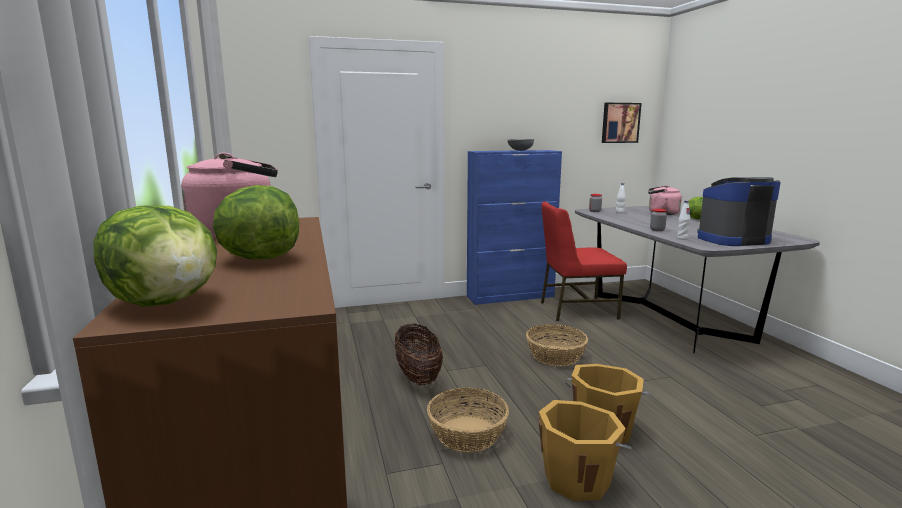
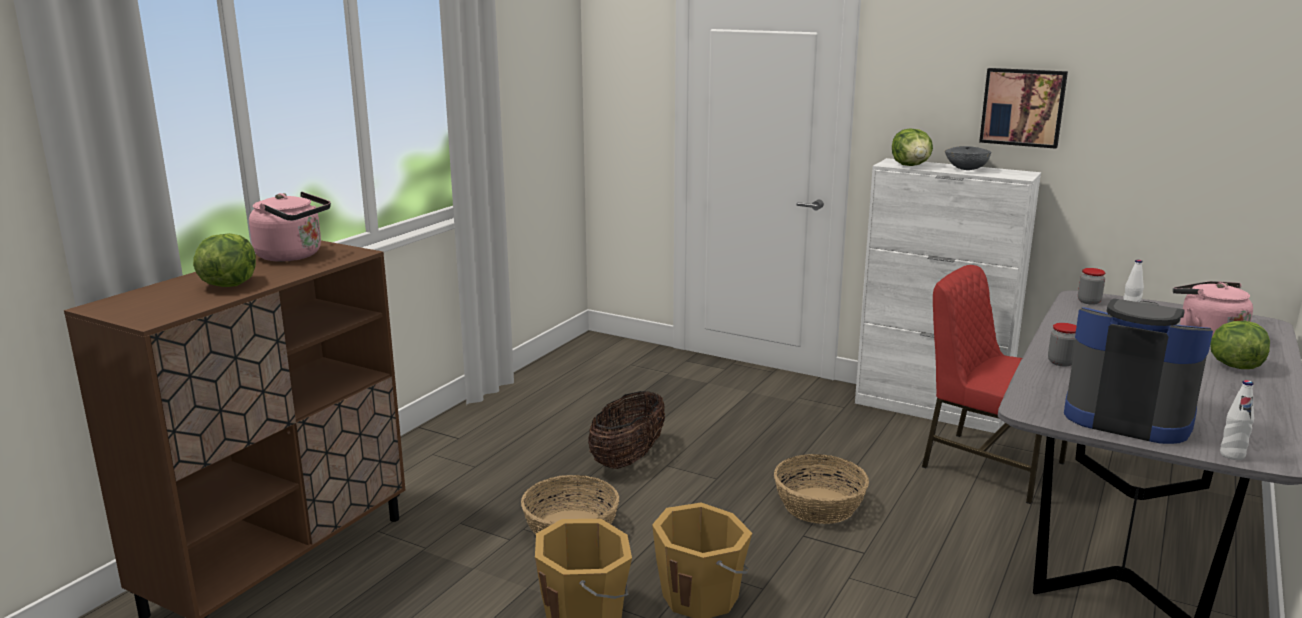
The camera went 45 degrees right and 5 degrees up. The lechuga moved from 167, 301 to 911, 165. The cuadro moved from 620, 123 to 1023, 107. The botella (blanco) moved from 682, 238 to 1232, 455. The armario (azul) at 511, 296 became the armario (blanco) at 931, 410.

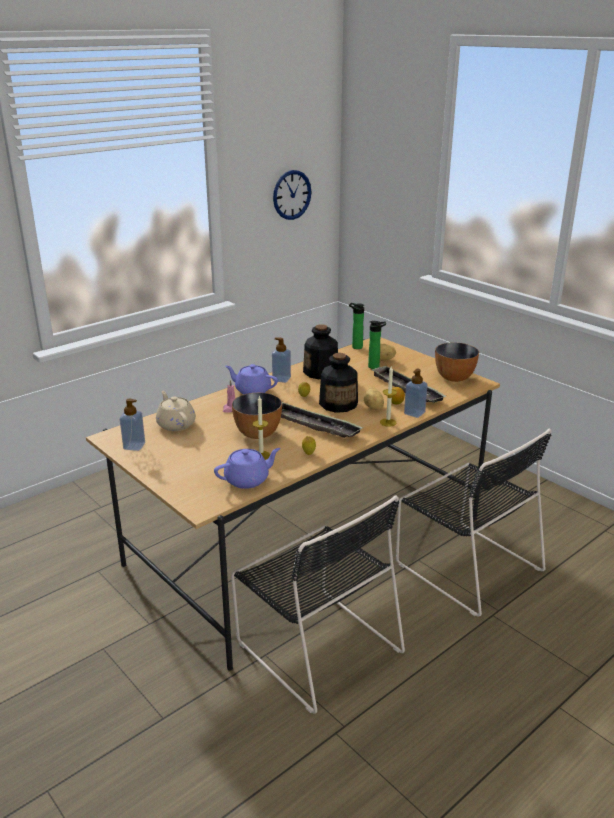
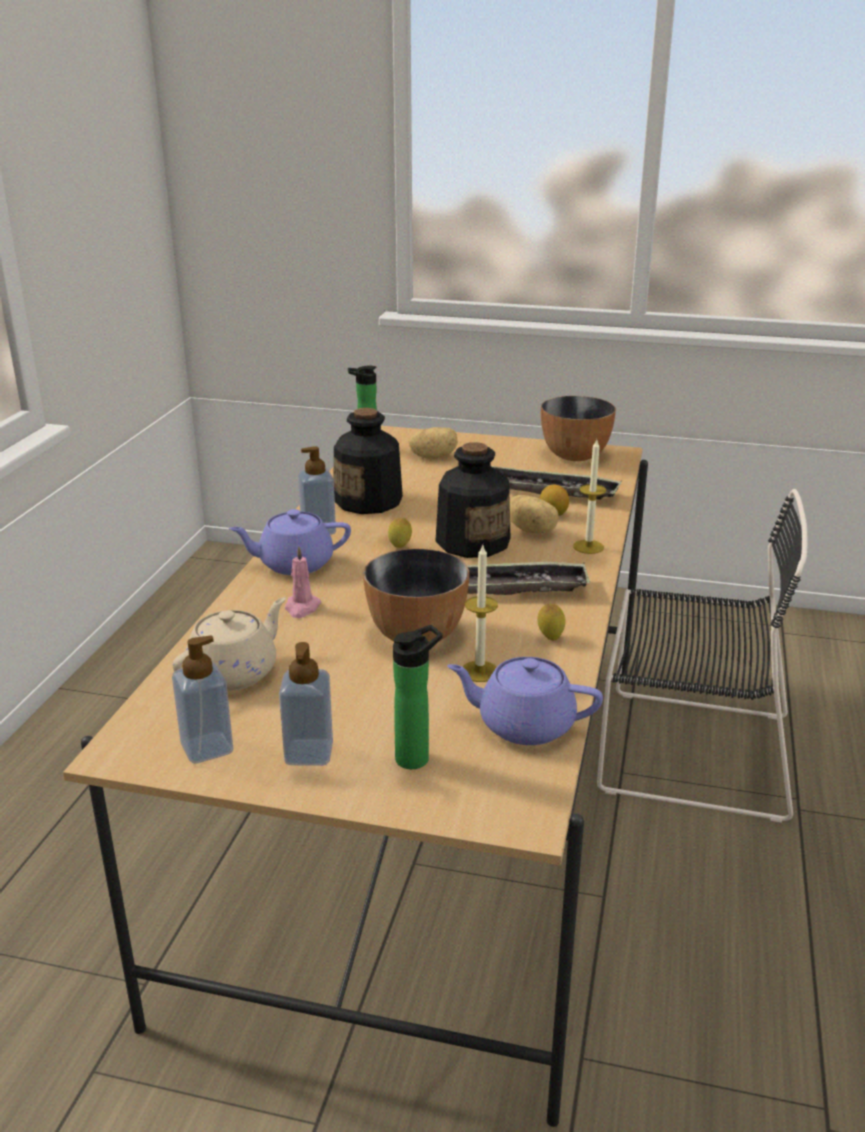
The camera went 35 degrees left and 0 degrees up. The silla (negro) at 316, 644 disappeared. The reloj de pared at 292, 195 disappeared. The botella moved from 375, 367 to 416, 757. The dispensador de jabón moved from 414, 413 to 309, 753. The tetera (beis) at 176, 424 turned 105 degrees clockwise. The tetera (morado) at 248, 480 turned 105 degrees counterclockwise.

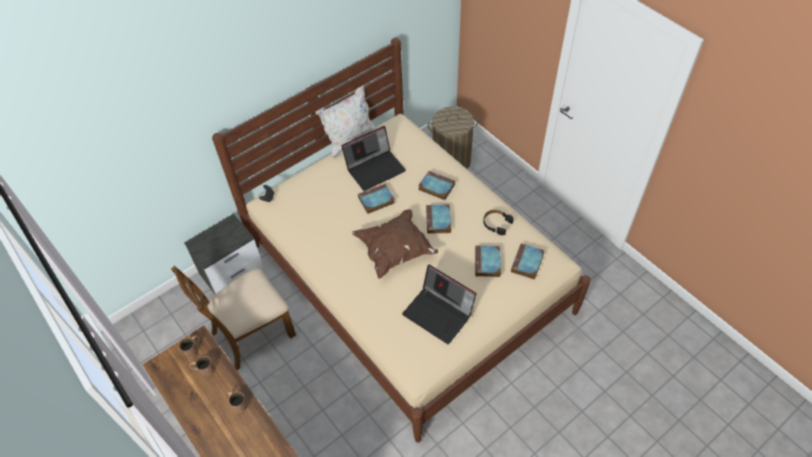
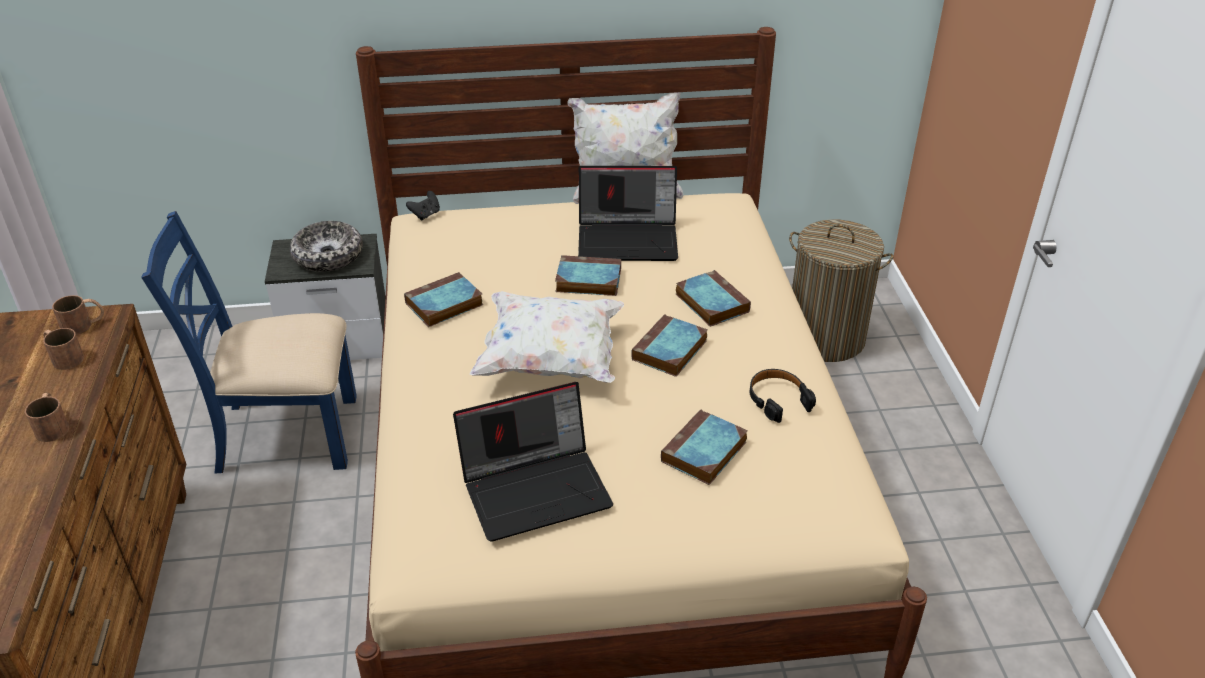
The camera went 30 degrees right and 15 degrees down. The cuenco at 328, 256 appeared. The libro moved from 527, 263 to 443, 305. The silla (marrón) at 251, 333 became the silla (azul) at 285, 434. The cojín (marrón) at 395, 250 became the cojín (blanco) at 551, 360. The portátil at 439, 313 turned 90 degrees counterclockwise.

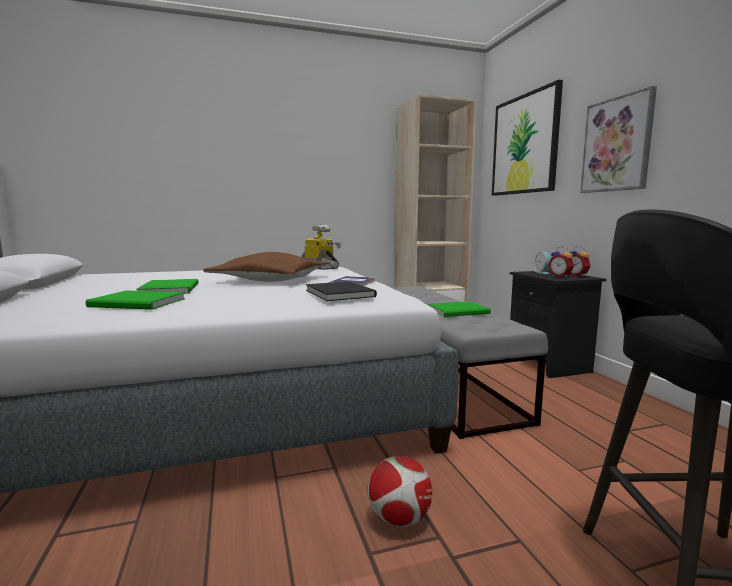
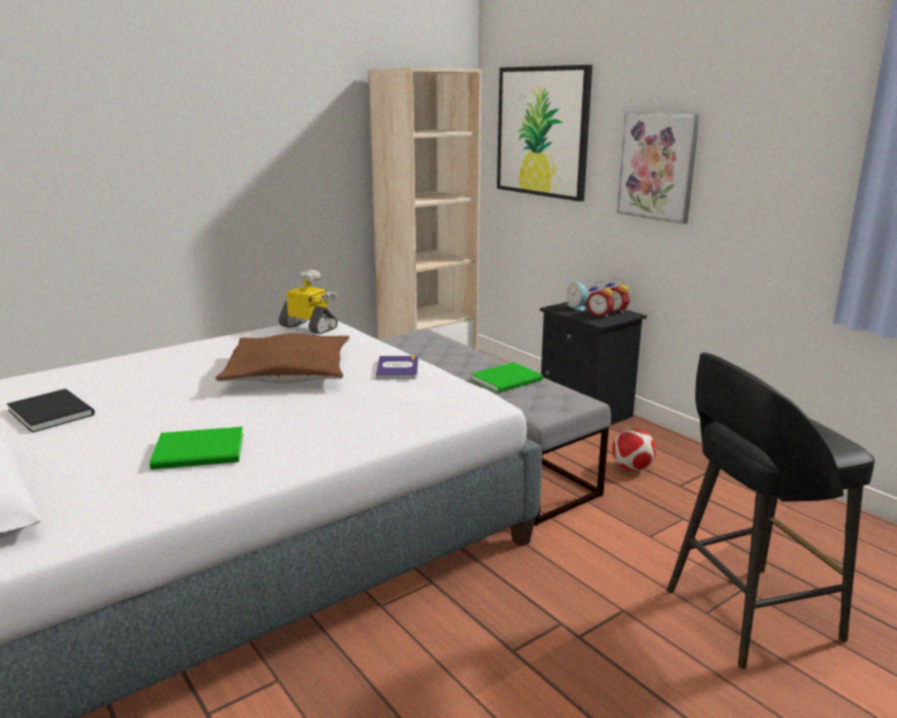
The camera went 20 degrees left and 10 degrees up. The libro (verde) at 172, 289 disappeared. The libro (negro) moved from 340, 293 to 52, 411. The balón de fútbol moved from 399, 519 to 632, 468.

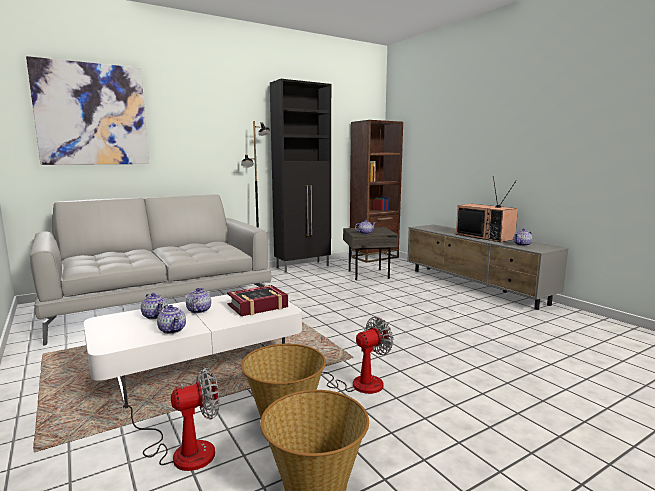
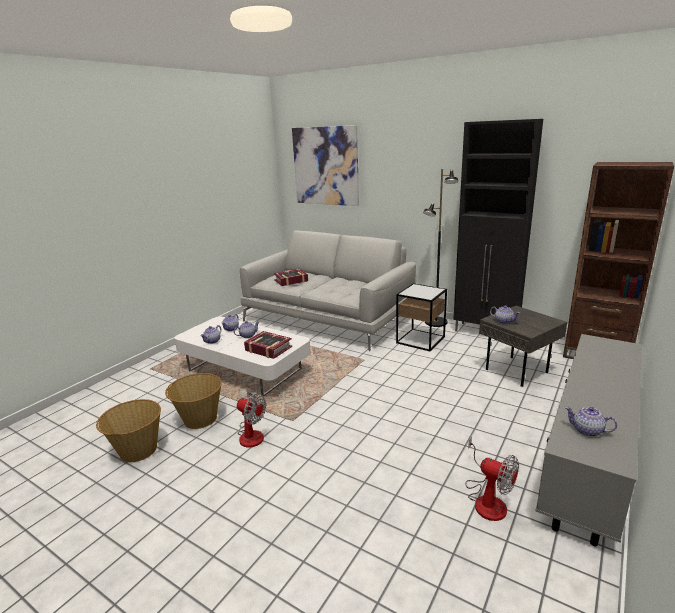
The camera went 65 degrees right and 10 degrees up. The televisor at 485, 237 disappeared. The libro at 291, 281 appeared. The mesa auxiliar at 420, 340 appeared. The ventilador moved from 182, 451 to 487, 499.

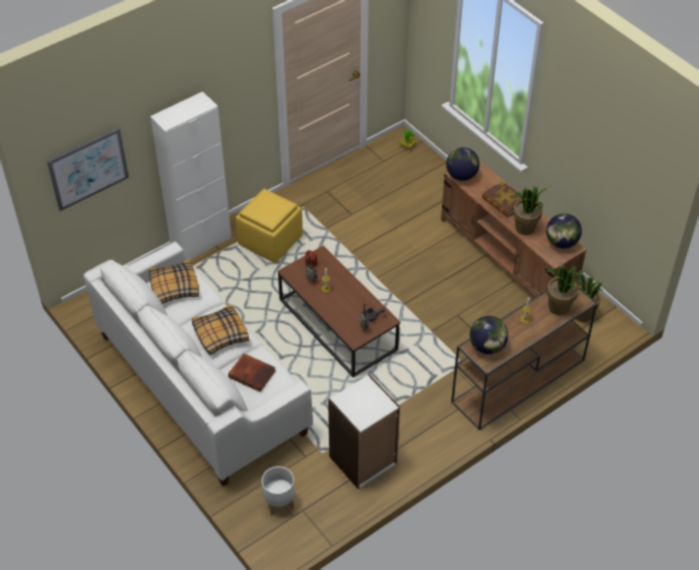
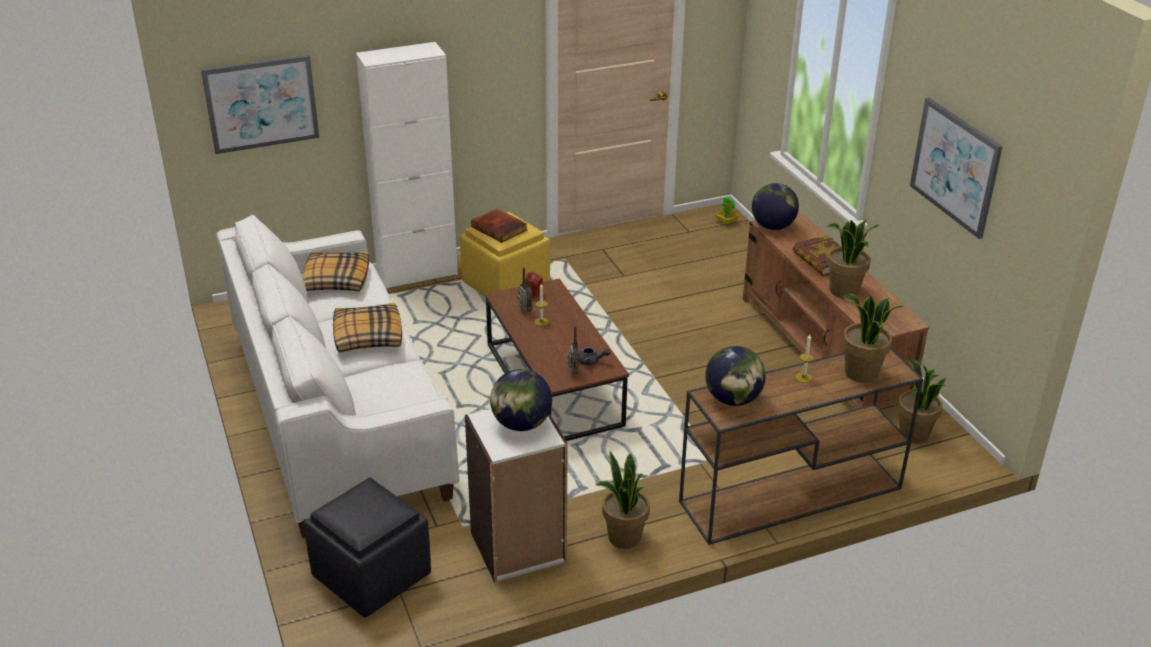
The camera went 15 degrees right and 15 degrees down. The planta en maceta at 623, 537 appeared. The cuadro at 955, 167 appeared. The libro moved from 252, 373 to 500, 228. The globo terráqueo moved from 561, 242 to 521, 424. The maceta (blanco) at 279, 503 was replaced by the puf (negro) at 370, 575.

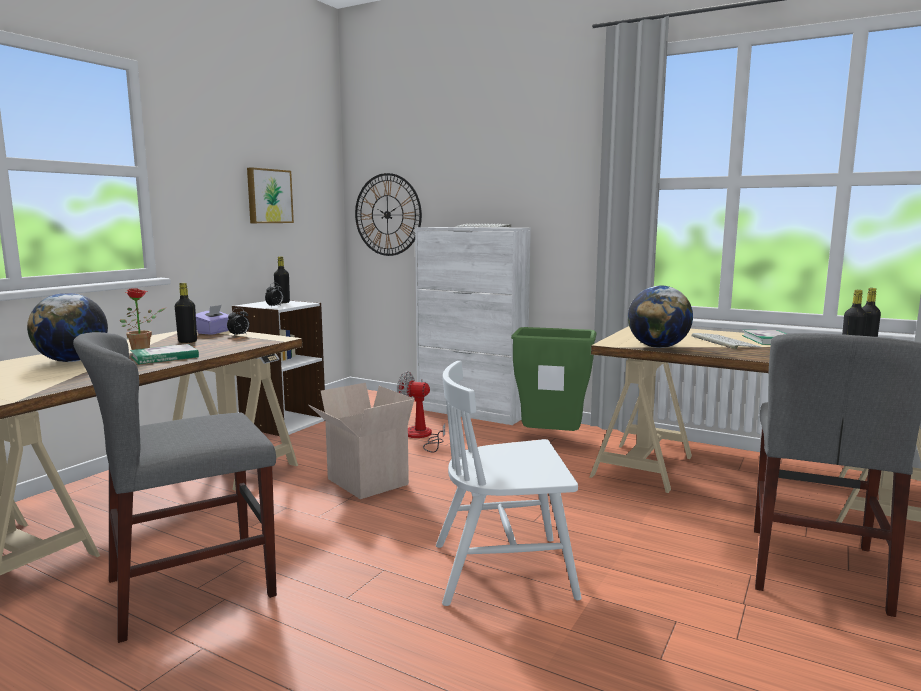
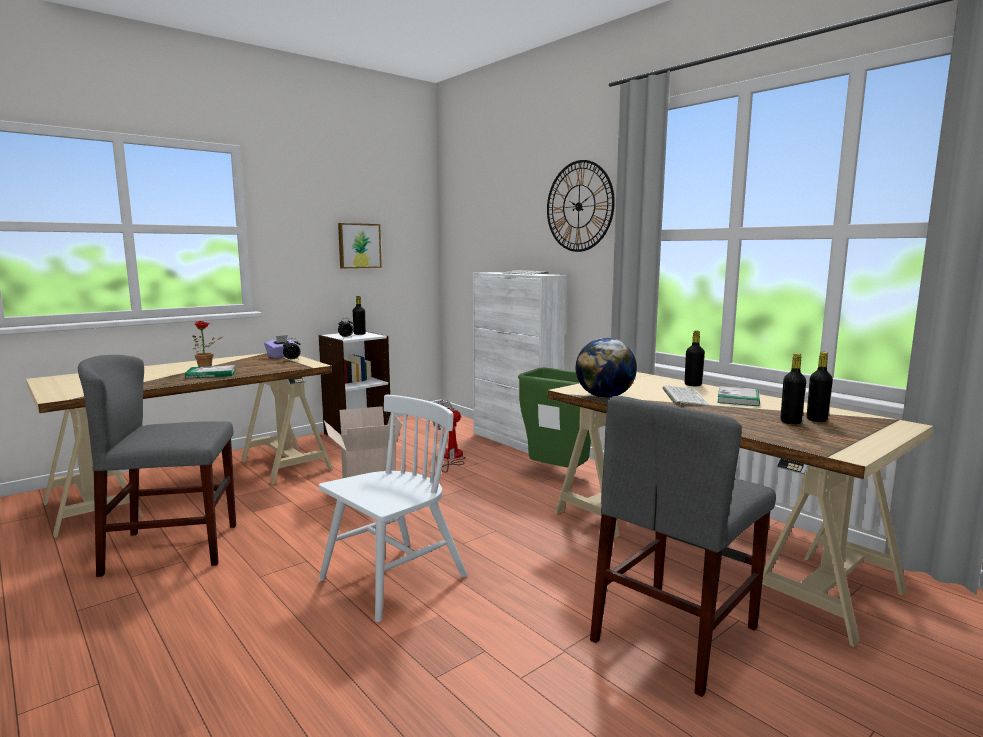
The camera went 20 degrees right and 0 degrees up. The globo terráqueo at 72, 361 disappeared. The botella (negro) moved from 187, 342 to 693, 385. The reloj de pared moved from 387, 214 to 579, 206. The silla (blanco) at 504, 570 turned 120 degrees clockwise.

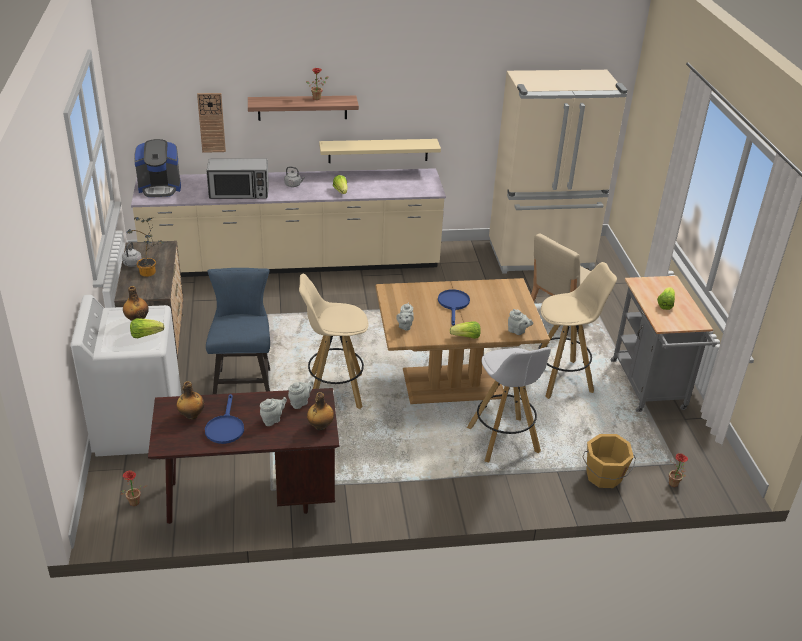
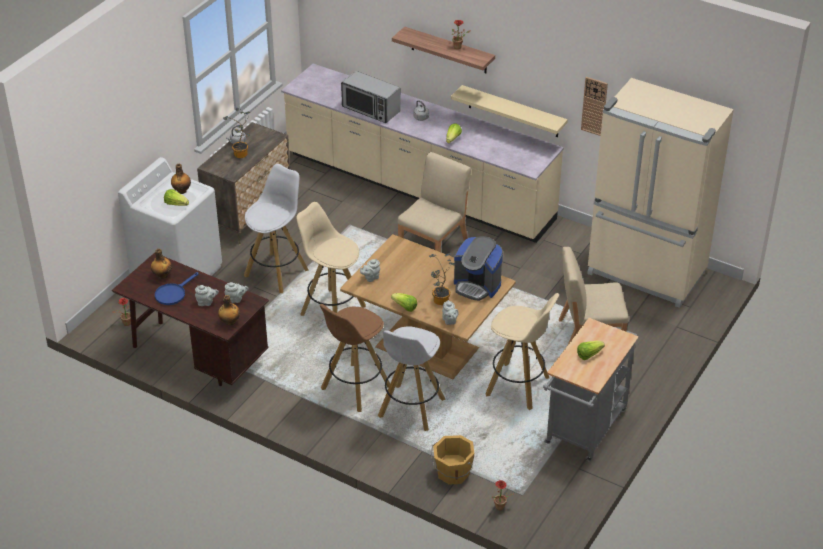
The camera went 40 degrees right and 5 degrees up. The sartén (azul) at 453, 304 disappeared. The taburete (marrón) at 355, 388 appeared. The silla (beis) at 434, 245 appeared. The planta en maceta at 440, 301 appeared. The cafetera moved from 160, 188 to 477, 285. The reloj de pared moved from 211, 122 to 594, 106. The silla (azul) at 243, 382 was replaced by the taburete (blanco) at 277, 272.

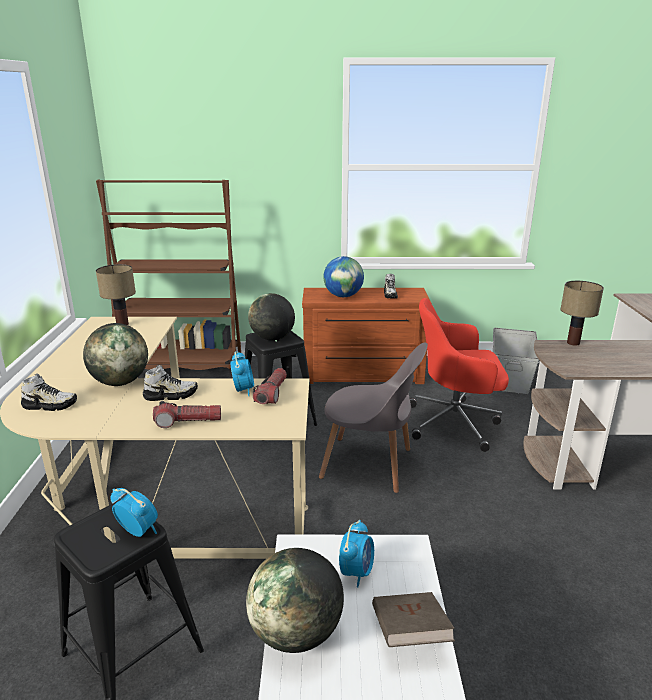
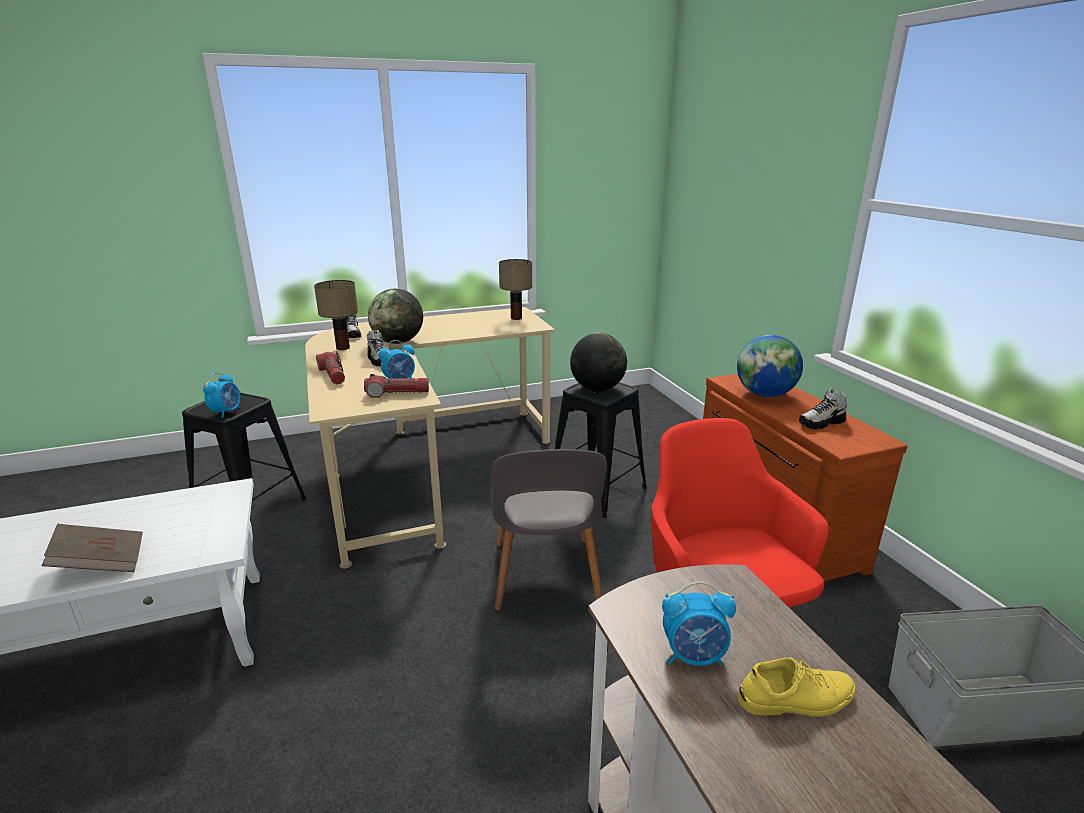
The camera went 70 degrees right and 0 degrees up. The estantería (marrón) at 183, 369 disappeared. The globo terráqueo at 296, 633 disappeared. The zapato (amarillo) at 796, 698 appeared. The despertador moved from 356, 572 to 694, 656. The lámpara de mesa moved from 572, 343 to 342, 348.

